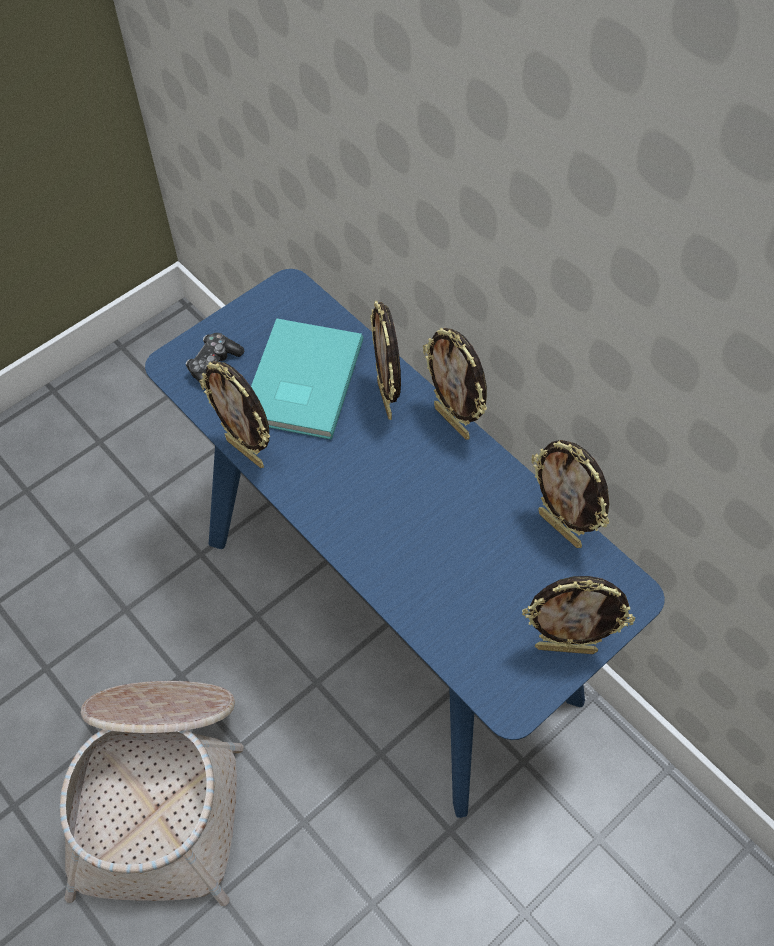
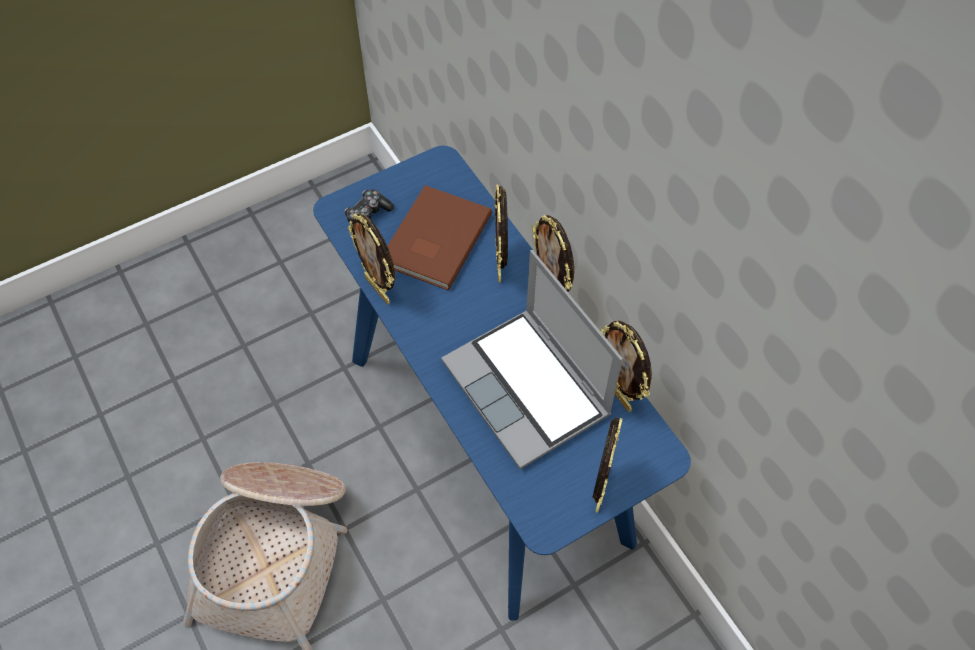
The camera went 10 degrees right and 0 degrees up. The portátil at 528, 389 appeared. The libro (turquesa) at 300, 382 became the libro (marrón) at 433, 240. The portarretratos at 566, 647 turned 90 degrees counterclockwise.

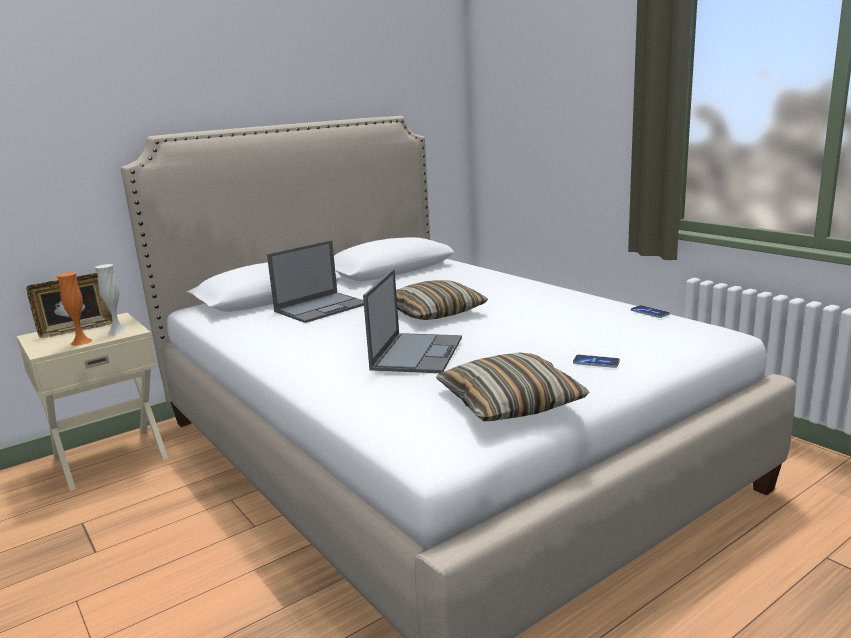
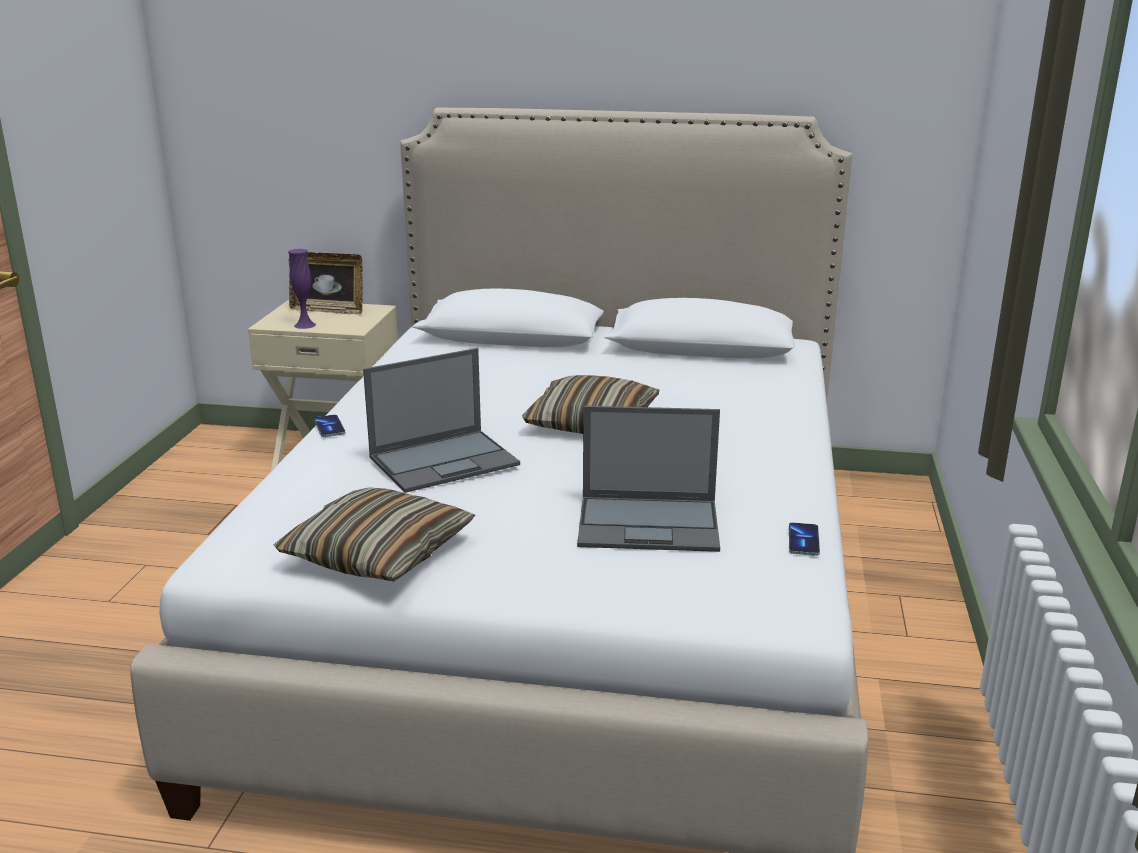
The camera went 45 degrees right and 5 degrees up. The florero (blanco) at 117, 331 disappeared. The portátil moved from 322, 307 to 650, 524. The móvil moved from 596, 363 to 329, 427. The florero (naranja) at 81, 342 became the florero (morado) at 305, 325.

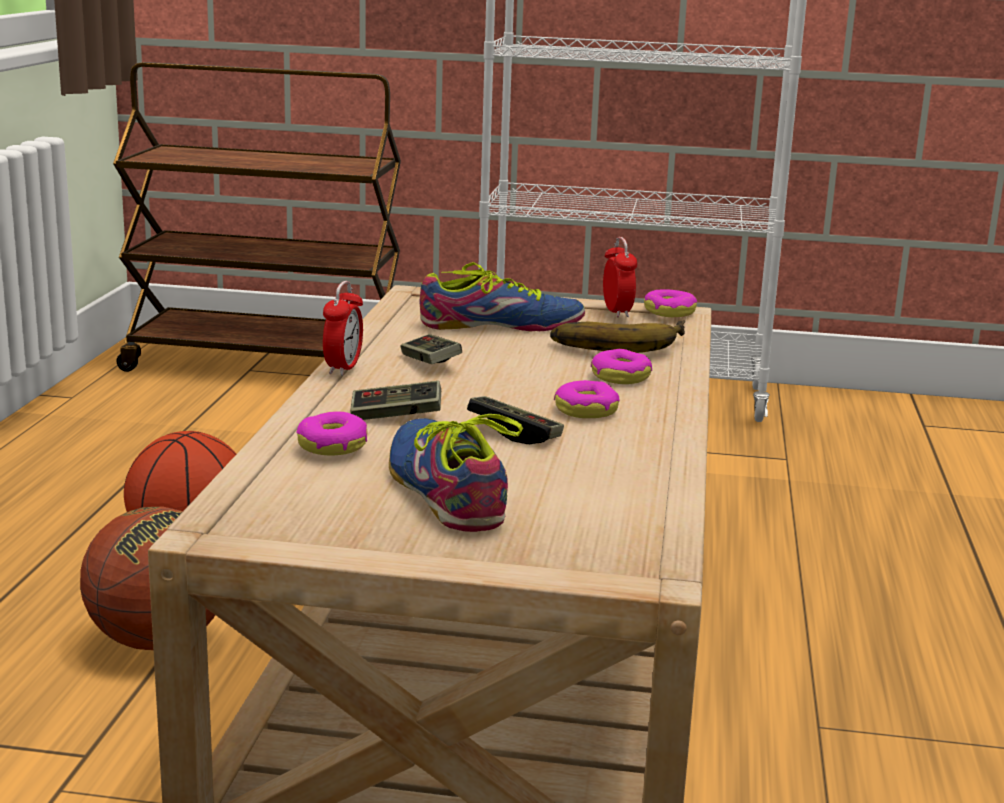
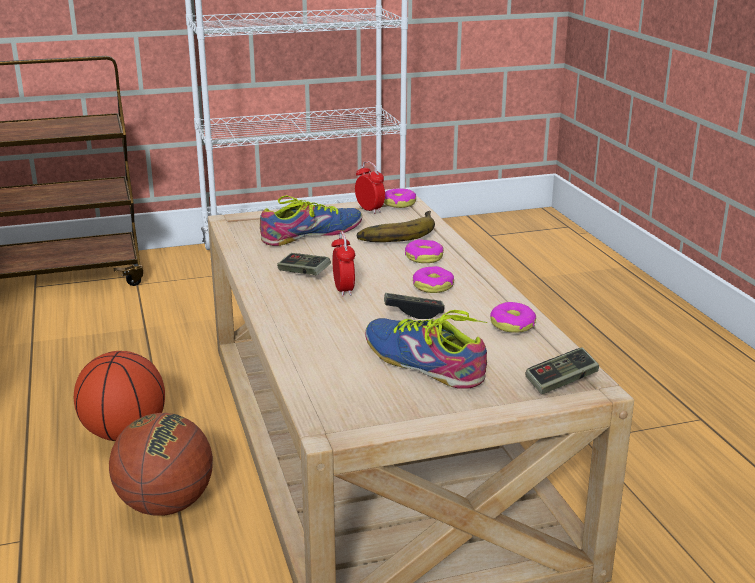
The camera went 25 degrees left and 5 degrees up. The rosquilla moved from 332, 445 to 512, 325. The despertador moved from 343, 368 to 343, 290. The mando de consola moved from 396, 416 to 561, 381.

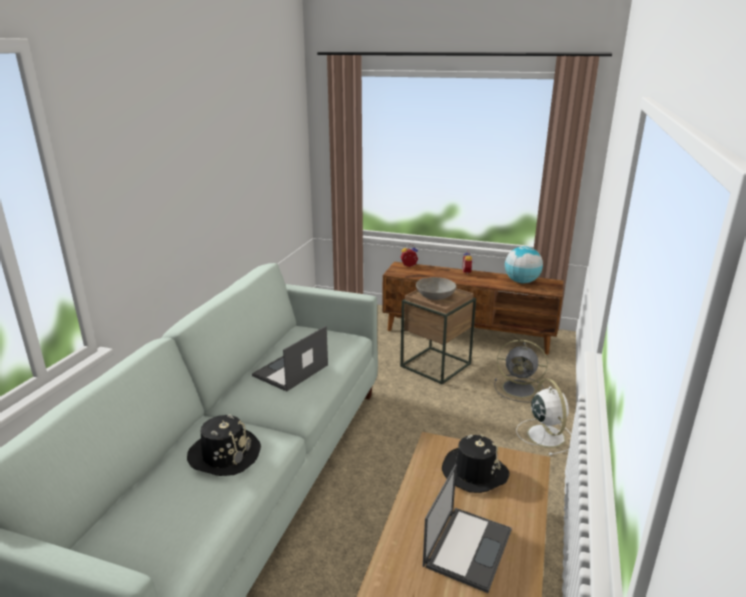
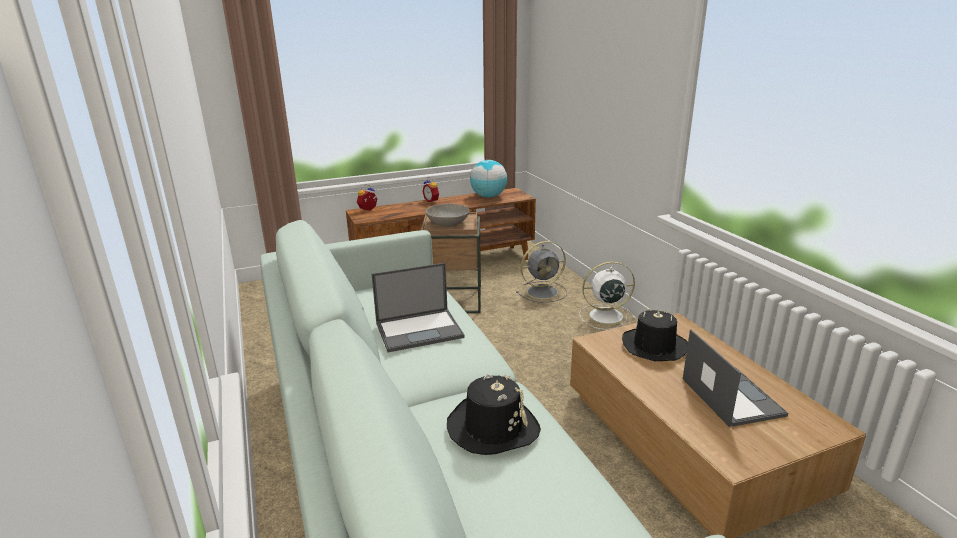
The camera went 40 degrees left and 0 degrees up. The portátil at 290, 371 turned 105 degrees counterclockwise. The ventilador (blanco) at 545, 435 turned 45 degrees counterclockwise.

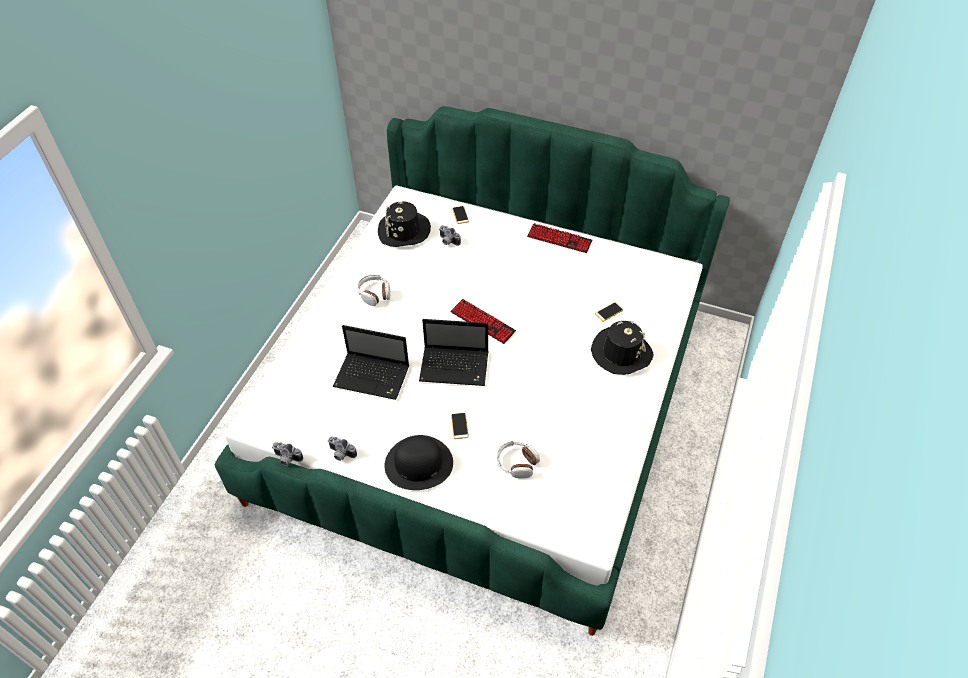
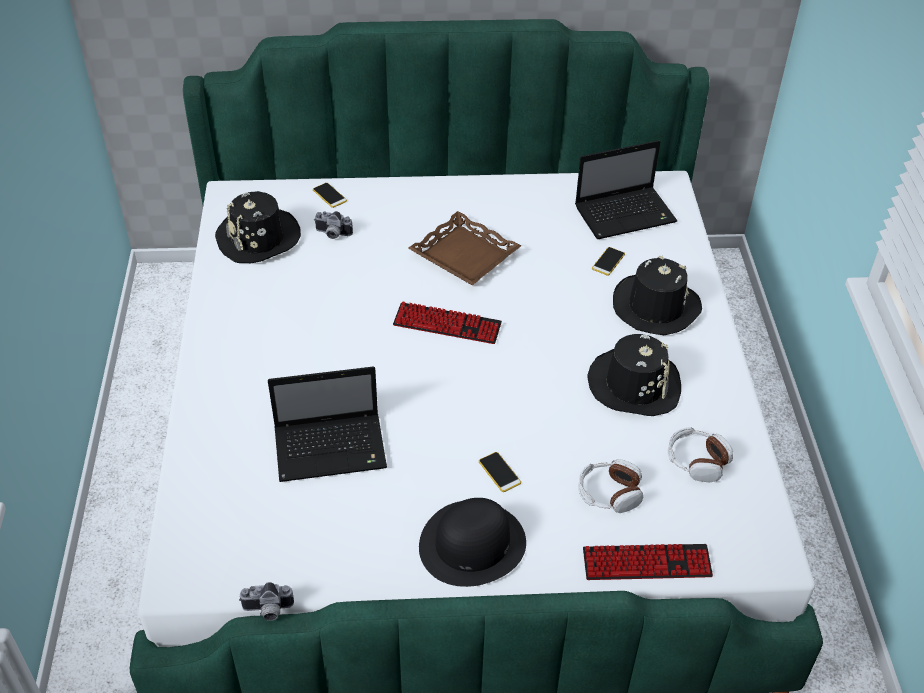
The camera went 25 degrees left and 5 degrees down. The cámara at 341, 454 disappeared. The bandeja (marrón) at 464, 255 appeared. The sombrero (negro) at 634, 384 appeared. The auriculares moved from 374, 294 to 696, 461. The portátil moved from 456, 367 to 626, 214. The teclado moved from 559, 239 to 646, 563.

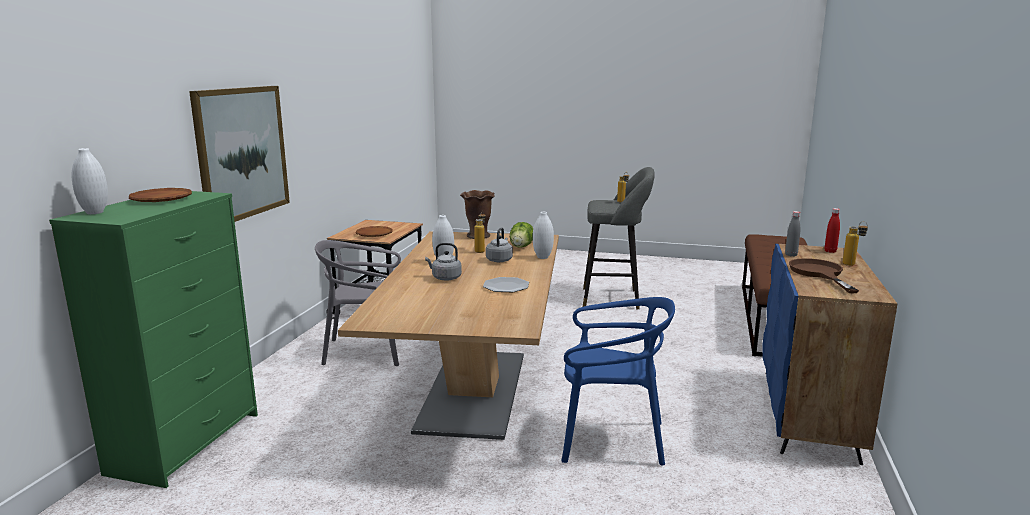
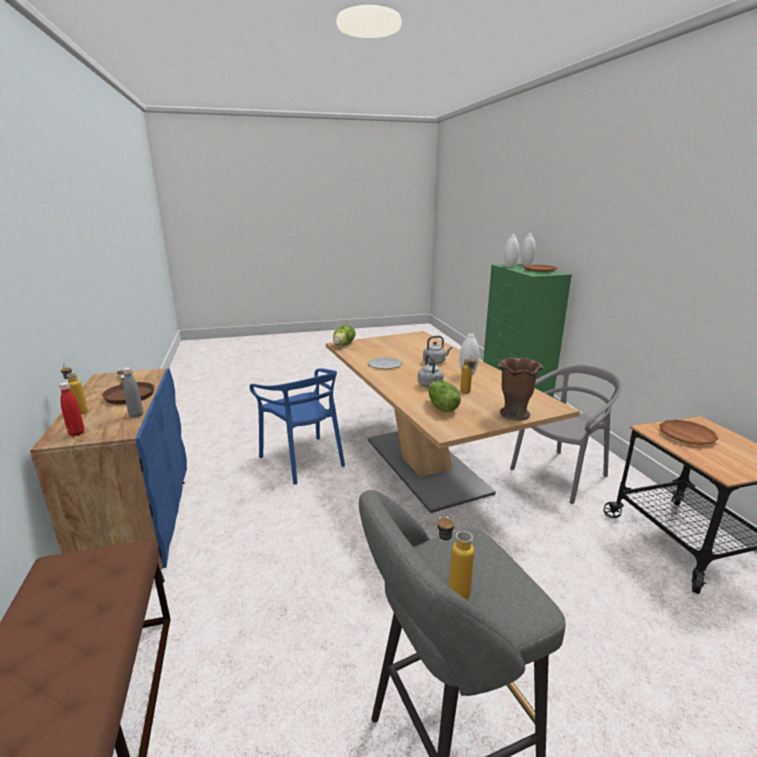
The camera went 150 degrees right and 5 degrees up. The cuadro at 242, 153 disappeared. The lechuga at 344, 345 appeared. The florero (blanco) moved from 542, 257 to 510, 267. The silla (azul) at 611, 439 turned 105 degrees counterclockwise.

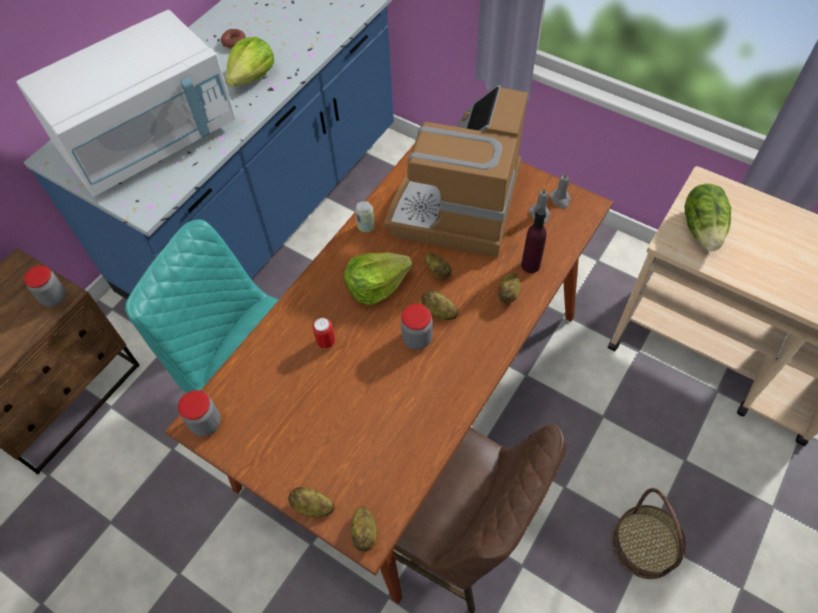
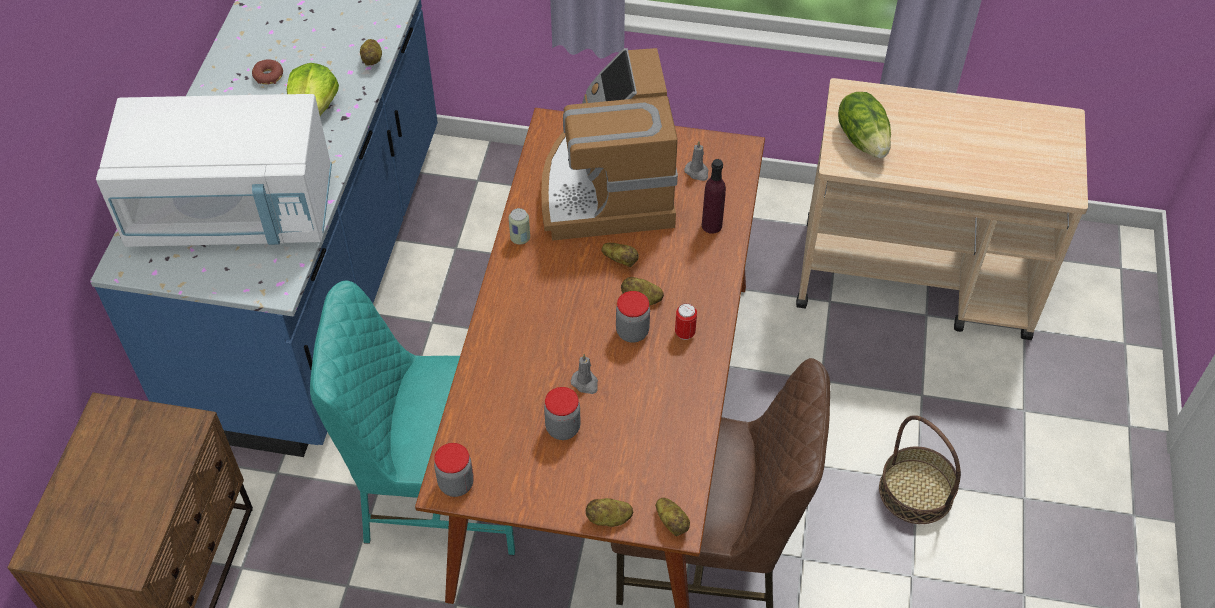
The camera went 25 degrees left and 5 degrees down. The lechuga at 376, 285 disappeared. The tarro moved from 54, 297 to 563, 428. The lata moved from 326, 342 to 685, 333. The patata moved from 509, 293 to 373, 59. The vela (gris) moved from 560, 199 to 585, 383. The microondas (blanco) at 150, 139 turned 60 degrees clockwise.

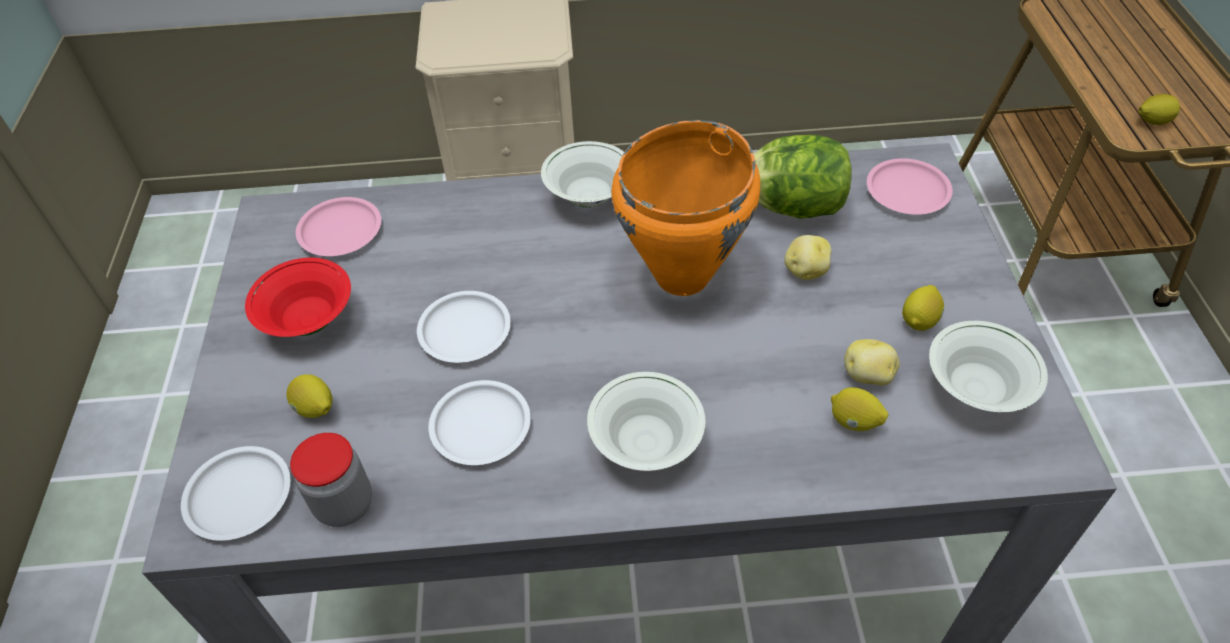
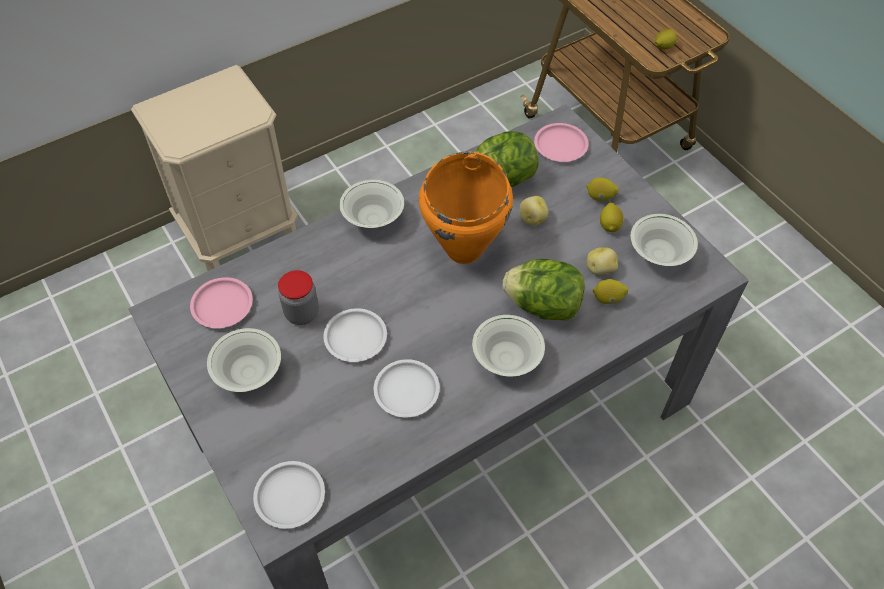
The camera went 30 degrees left and 5 degrees up. The lechuga at 543, 306 appeared. The limón moved from 315, 409 to 600, 197. The tarro moved from 344, 504 to 302, 313. The cuenco (rojo) at 309, 321 became the cuenco (blanco) at 249, 373.

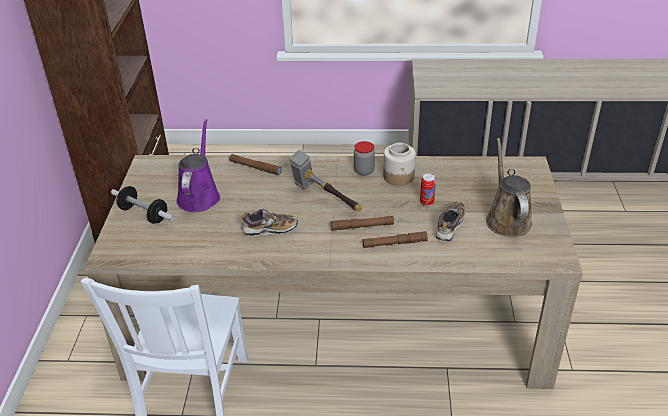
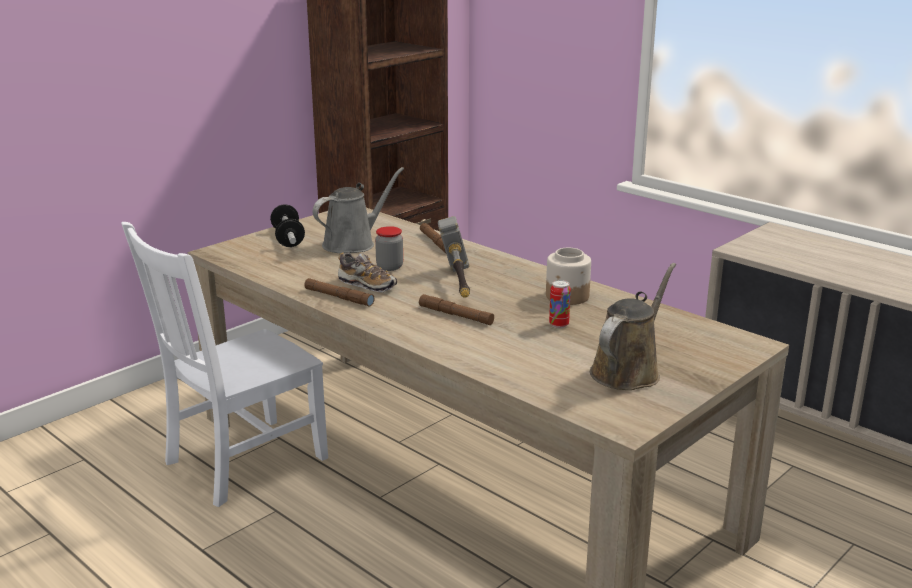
The camera went 40 degrees right and 15 degrees down. The zapato at 449, 226 disappeared. The tarro moved from 364, 171 to 389, 267. The linterna (marrón) moved from 394, 243 to 339, 297. The regadera (morado) at 199, 195 became the regadera (gris) at 353, 243.

